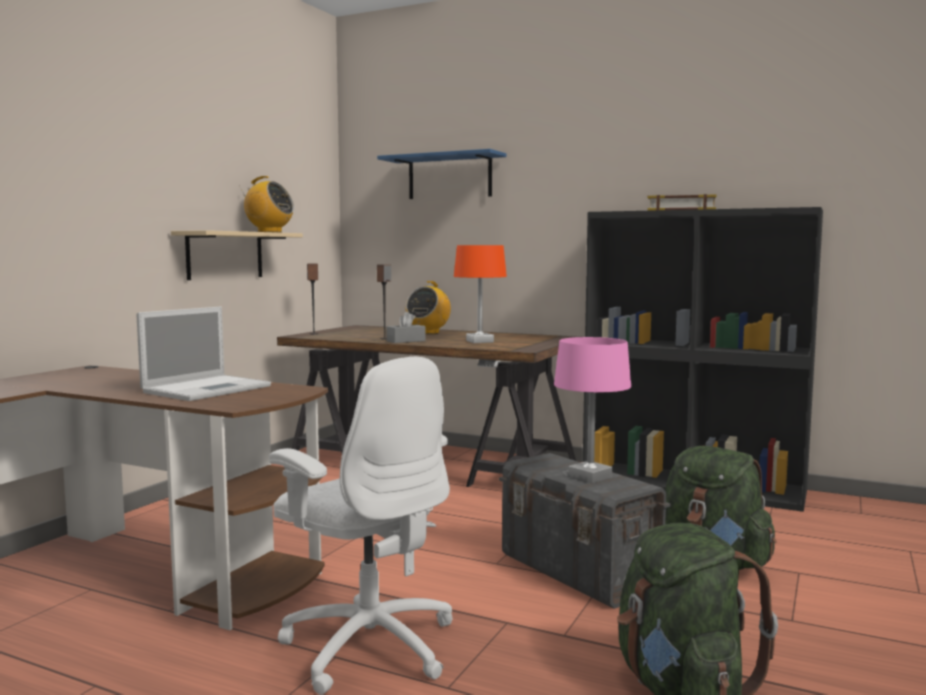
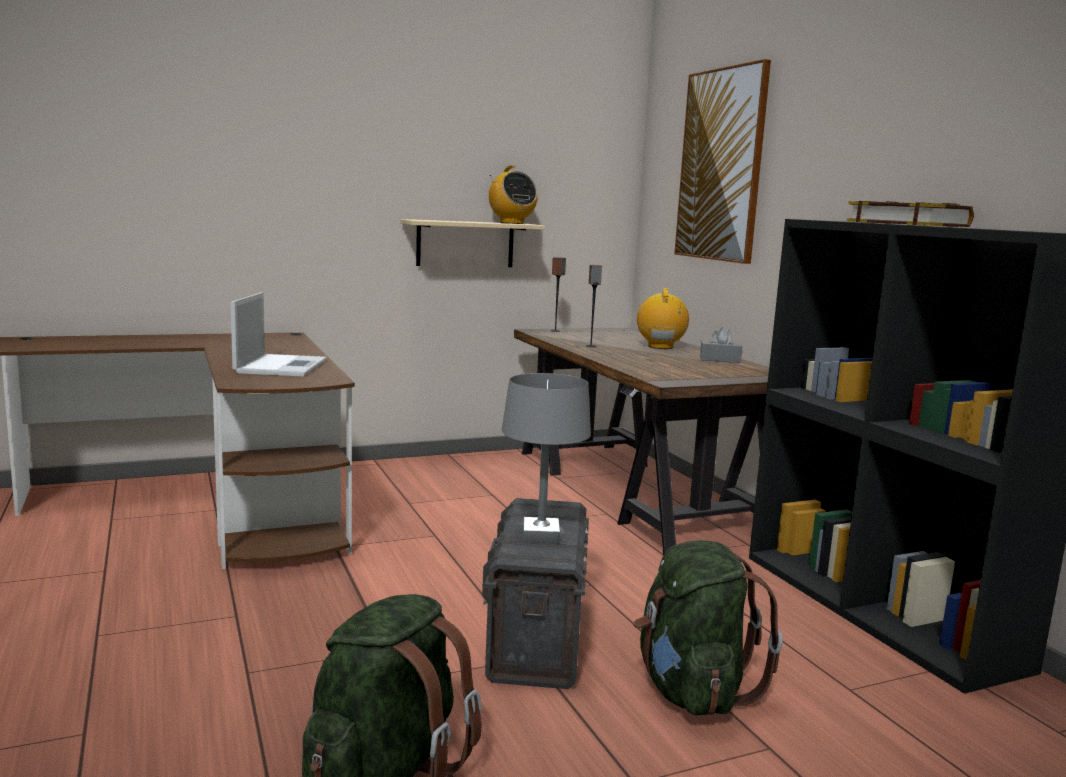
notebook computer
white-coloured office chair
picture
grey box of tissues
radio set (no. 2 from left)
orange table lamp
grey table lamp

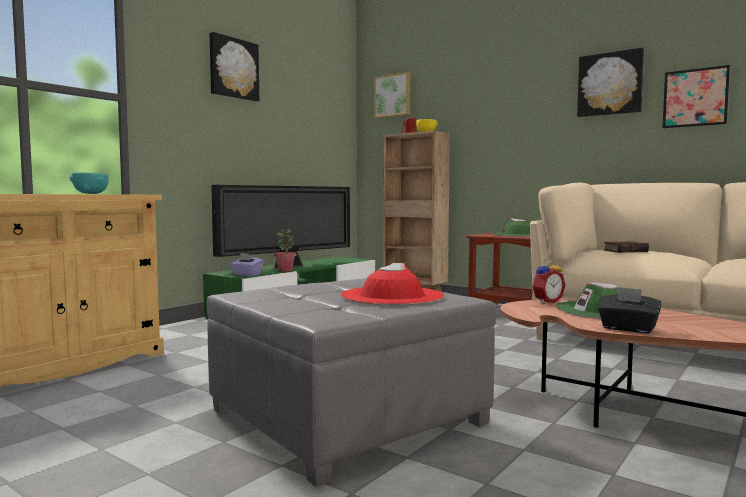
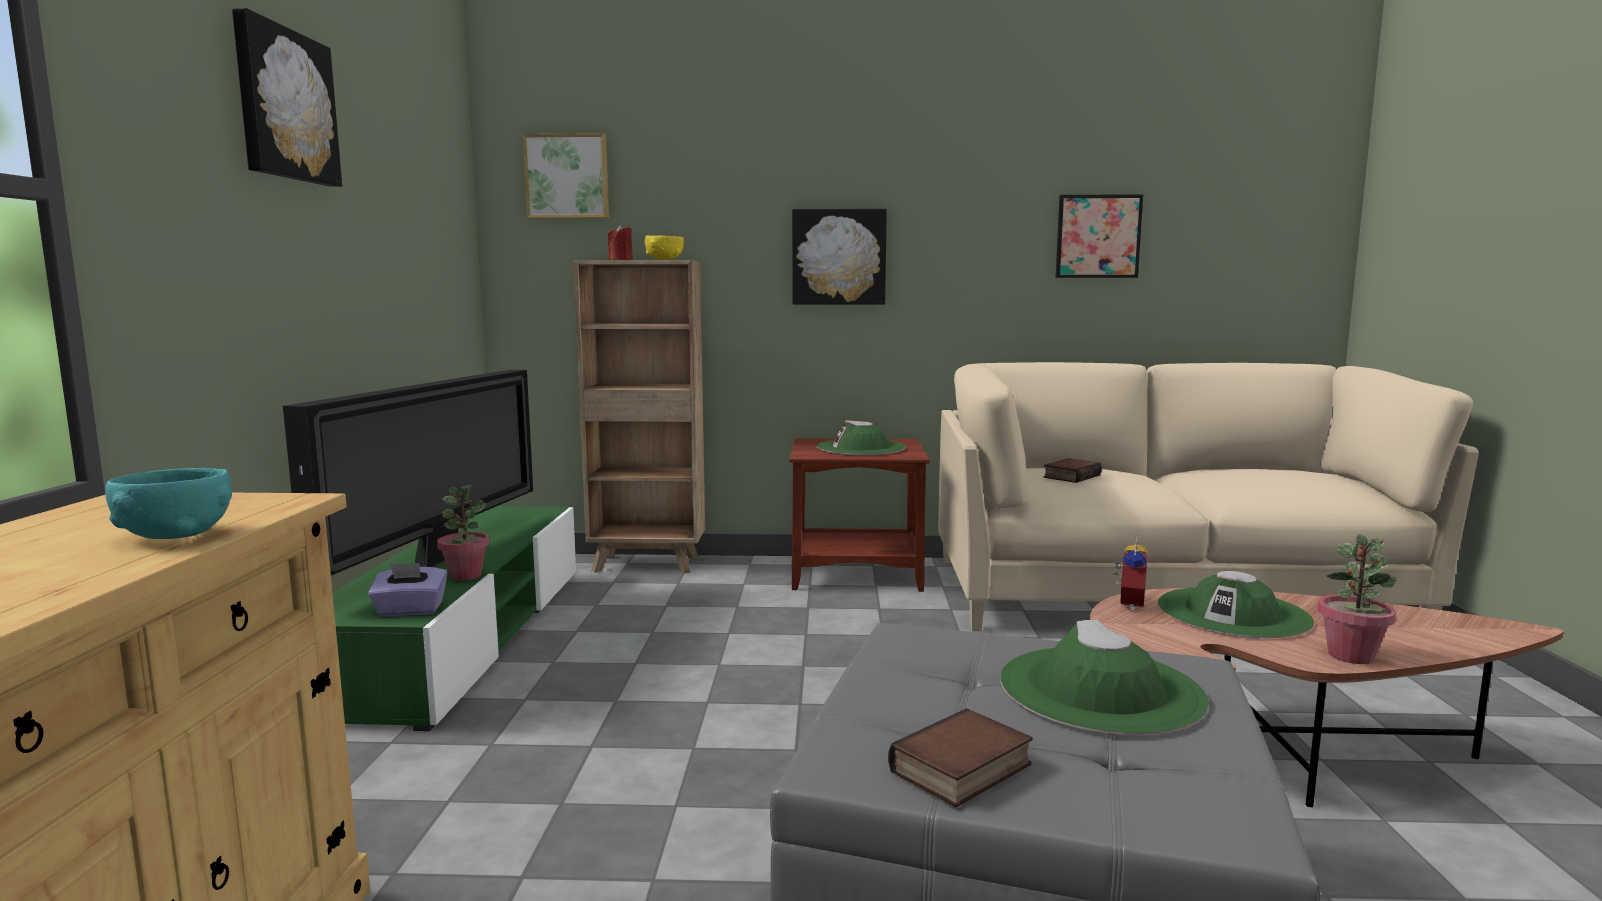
greenish clothing hat (no. 2 from left)
picture (no. 3 from left)
potted plant (no. 2 from left)
volume (no. 1 from left)

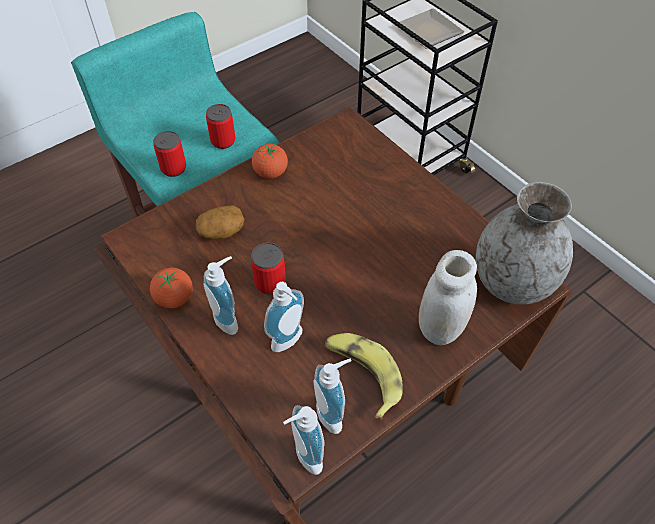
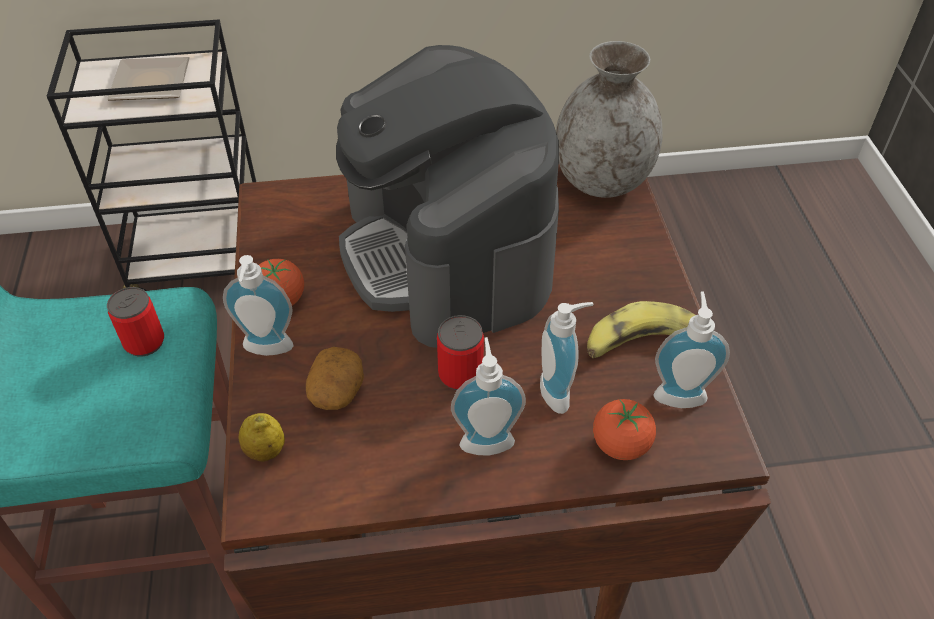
whole tomato (no. 2 from left)
metal can (no. 1 from left in the first image)
soap bottle (no. 1 from left)
white-coloured jar
lemon
coffee machine

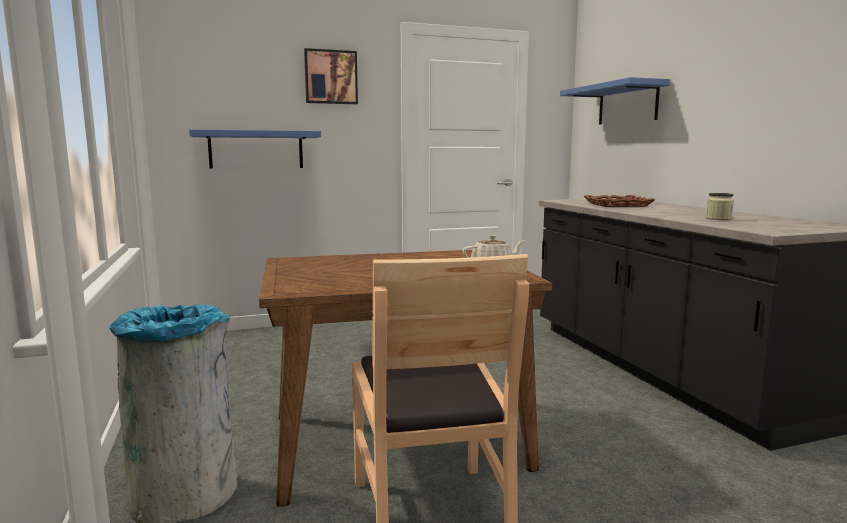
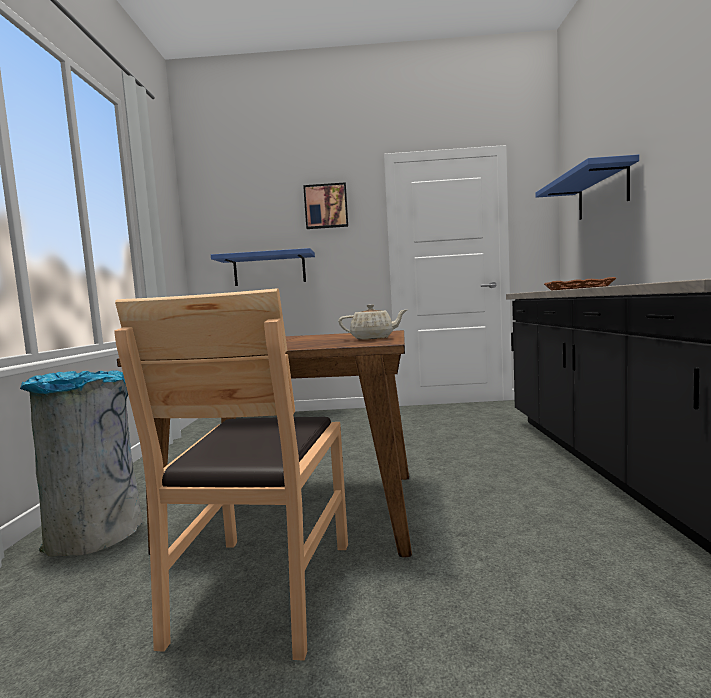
jar

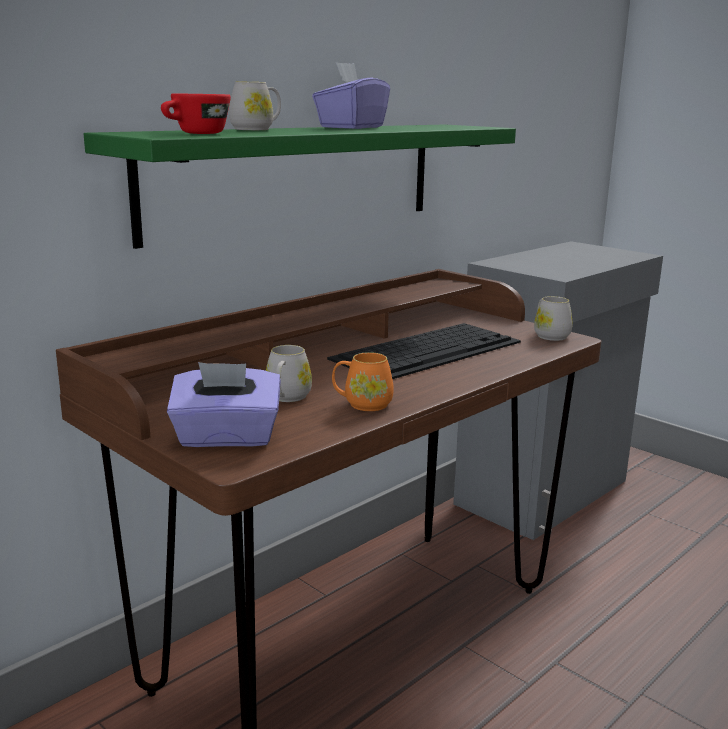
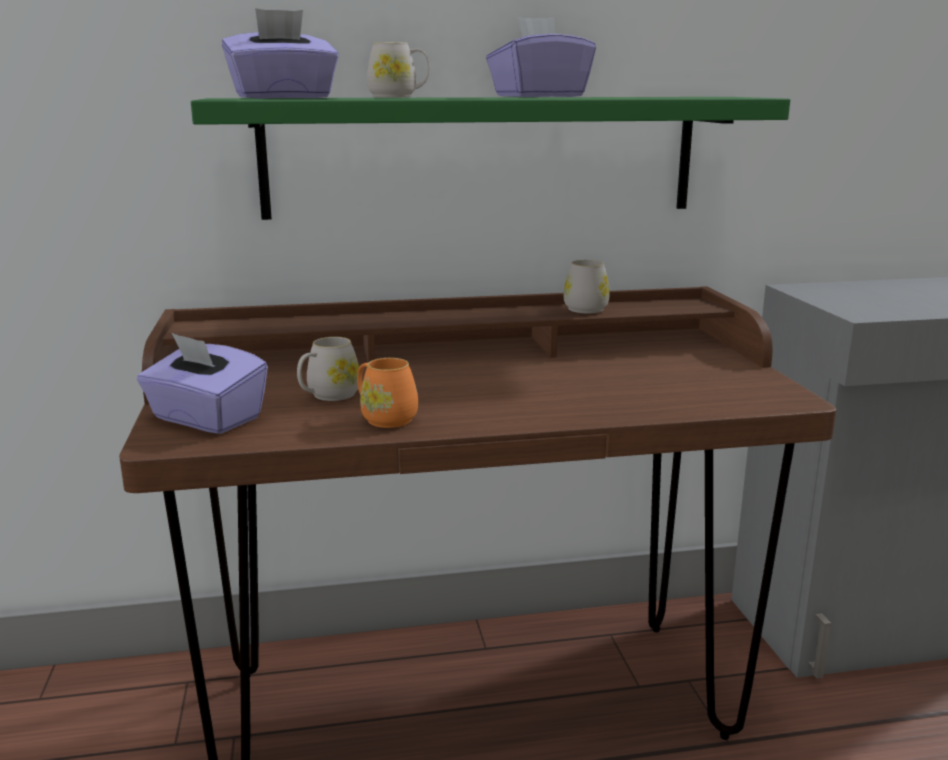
purplish box of tissues (no. 2 from left)
computer keyboard
white-coloured coffee mug (no. 3 from left)

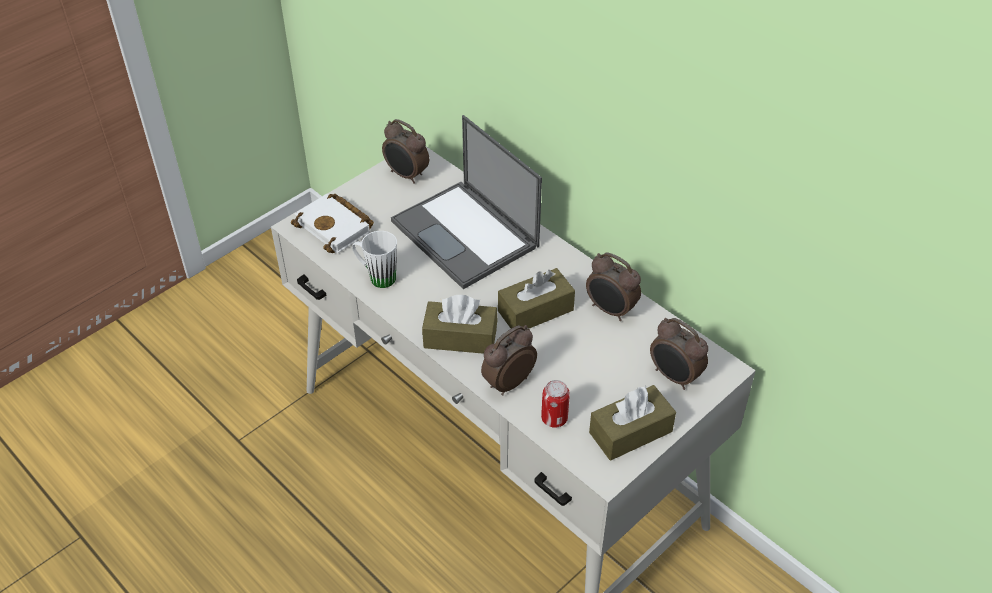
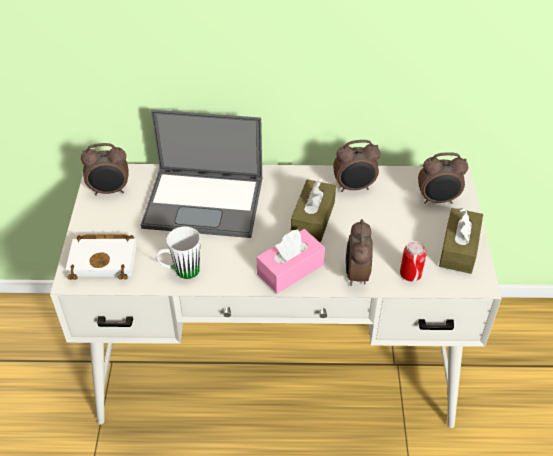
pinkish box of tissues

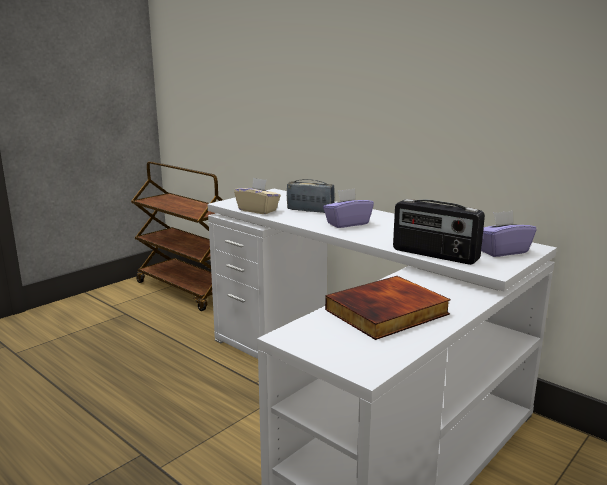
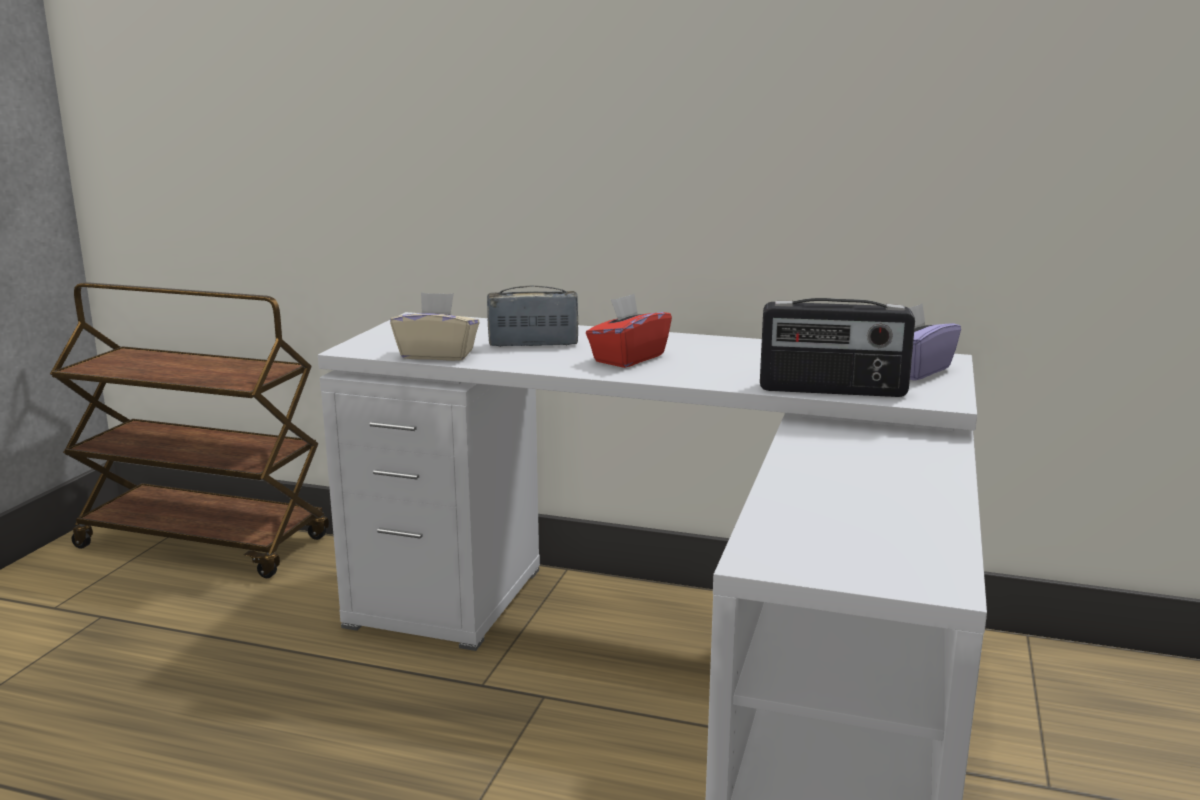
reddish box of tissues
volume

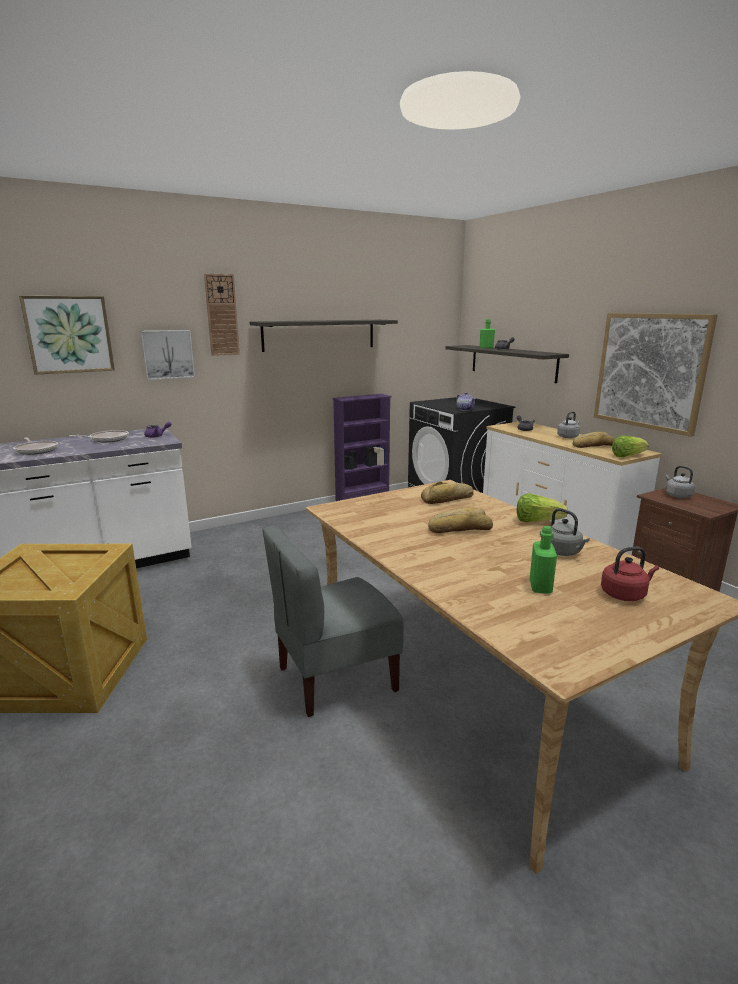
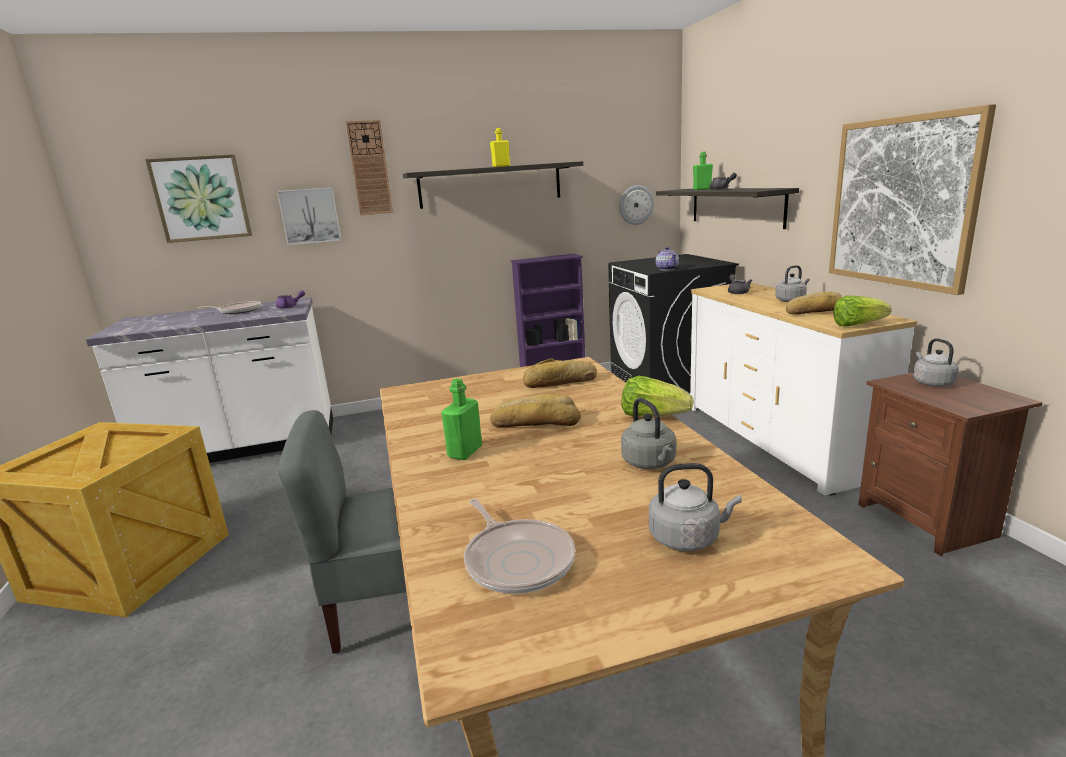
skillet (no. 2 from left)
greenish drink bottle (no. 1 from left)
grey water kettle (no. 2 from left)
yellow drink bottle
hanging clock (no. 2 from left)

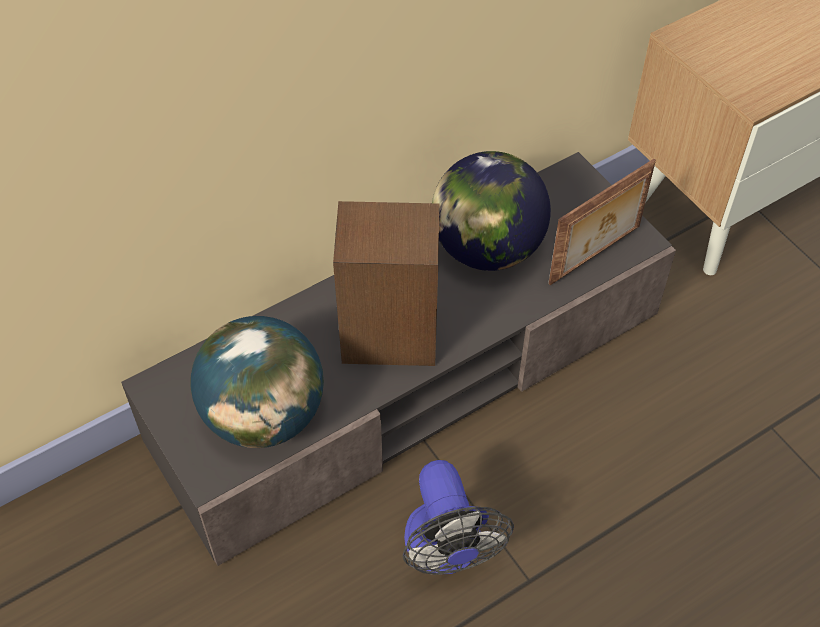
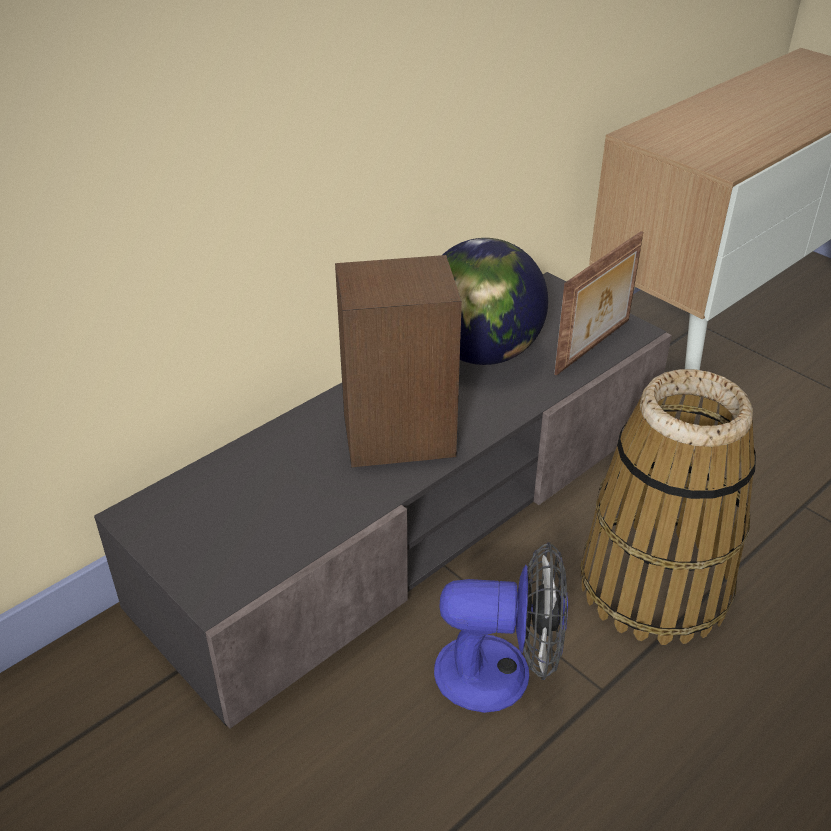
desk globe (no. 1 from left in the first image)
fan
household basket

